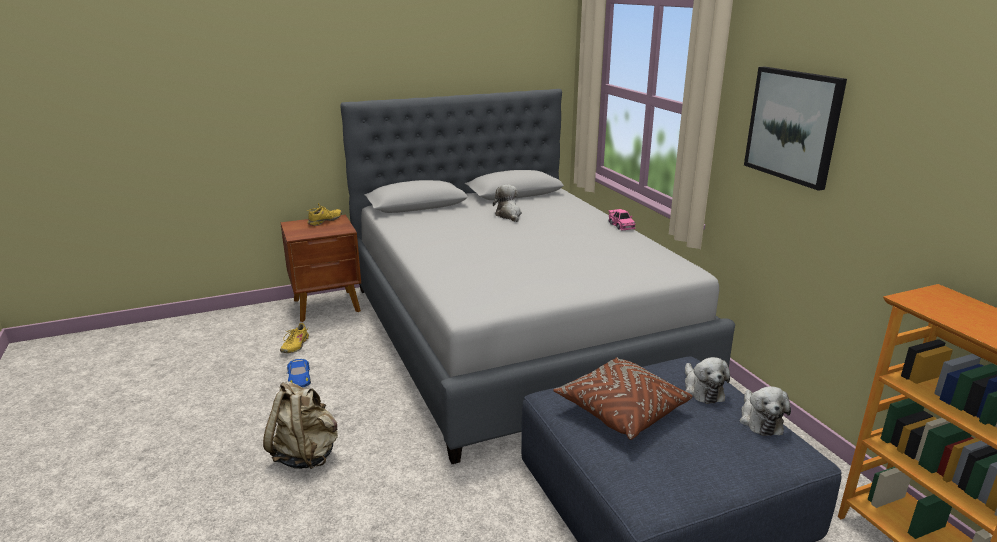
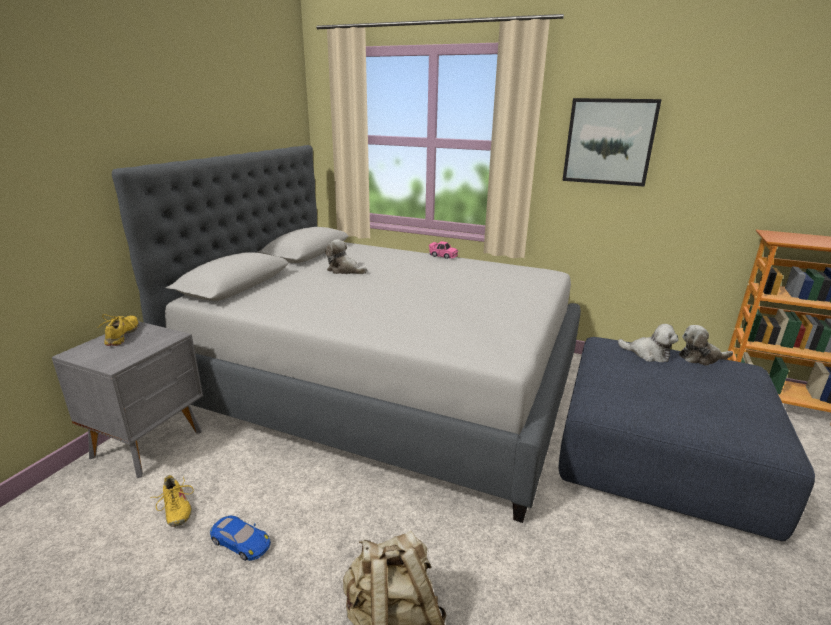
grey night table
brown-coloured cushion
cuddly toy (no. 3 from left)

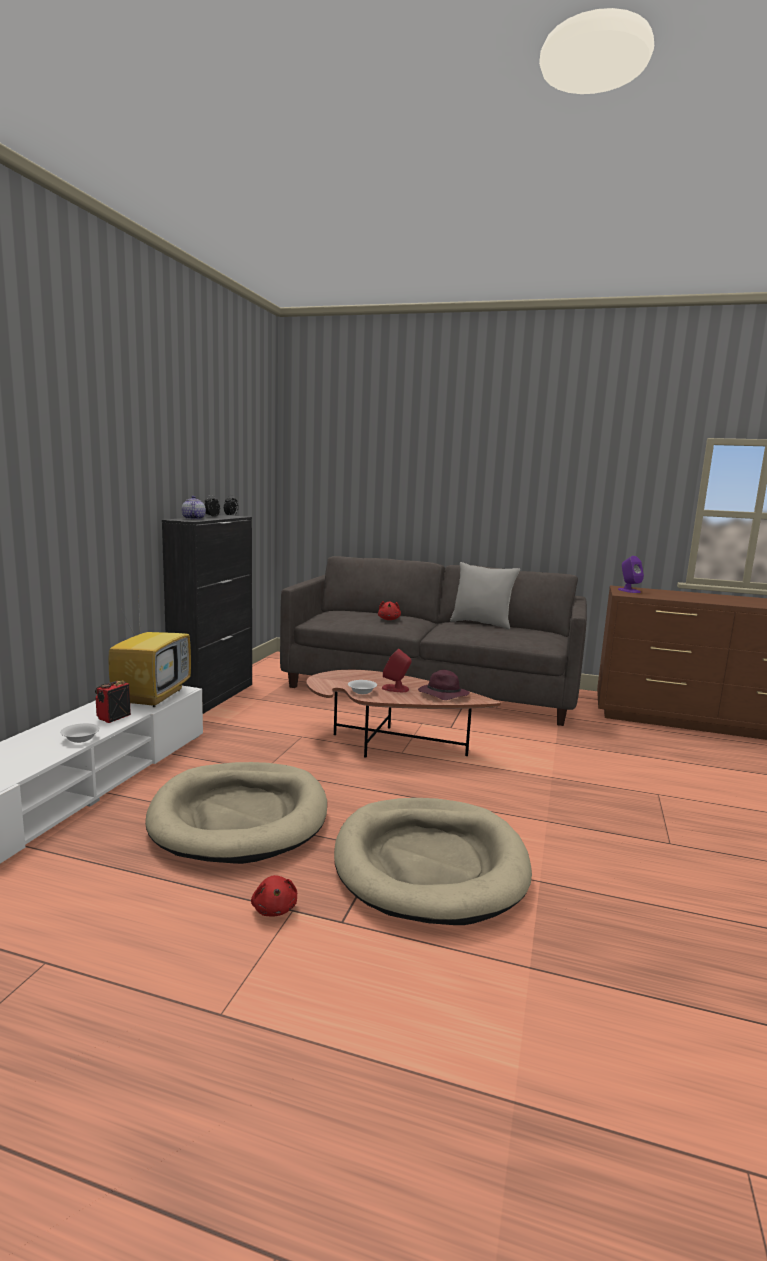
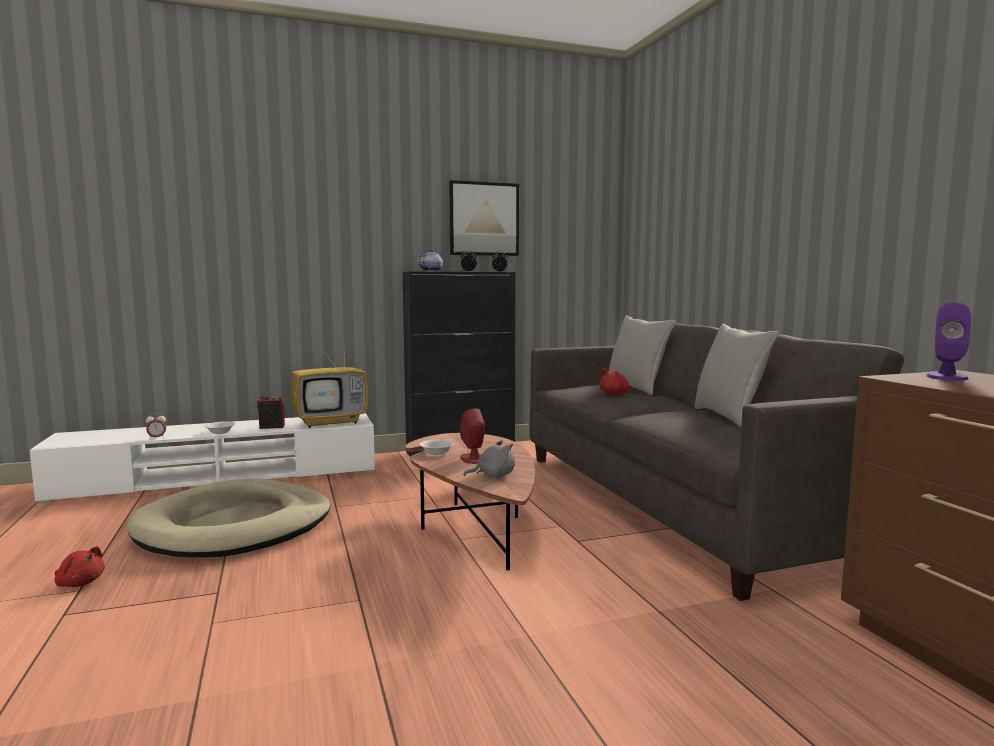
reddish cuddly toy (no. 1 from left)
beige dog cushion (no. 2 from left in the first image)
grey cuddly toy
bedside clock (no. 1 from left)
picture
grey cushion (no. 1 from left)

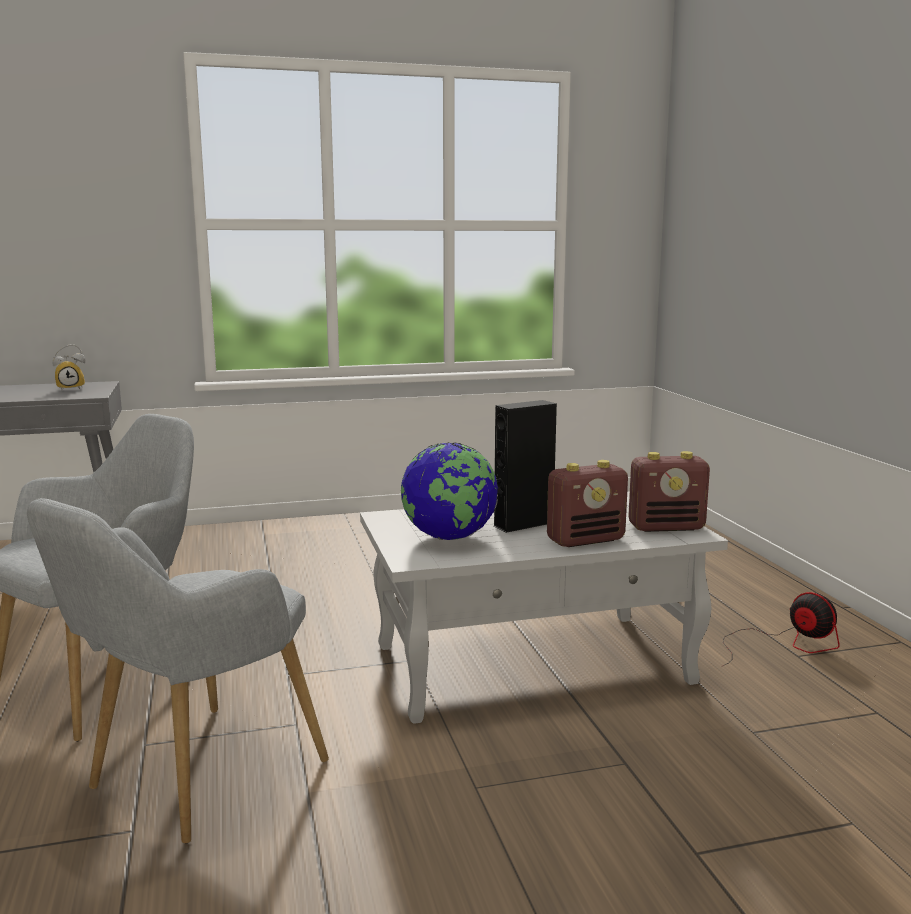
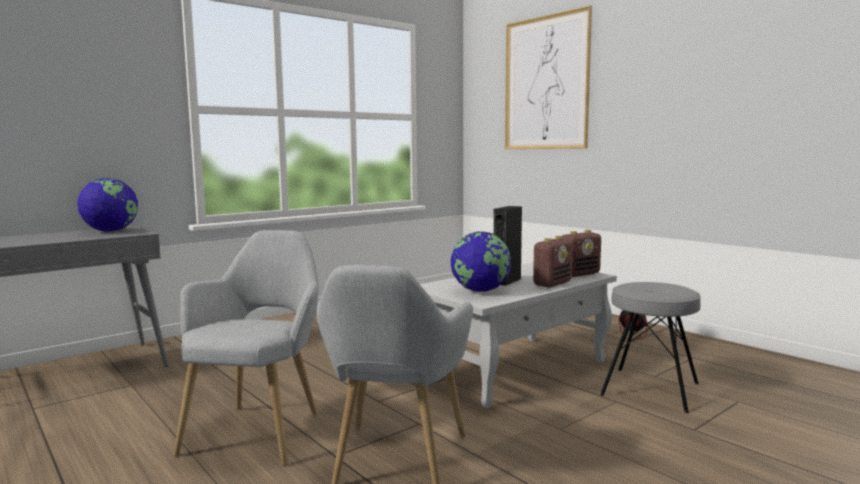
desk globe (no. 1 from left)
picture
grey stool

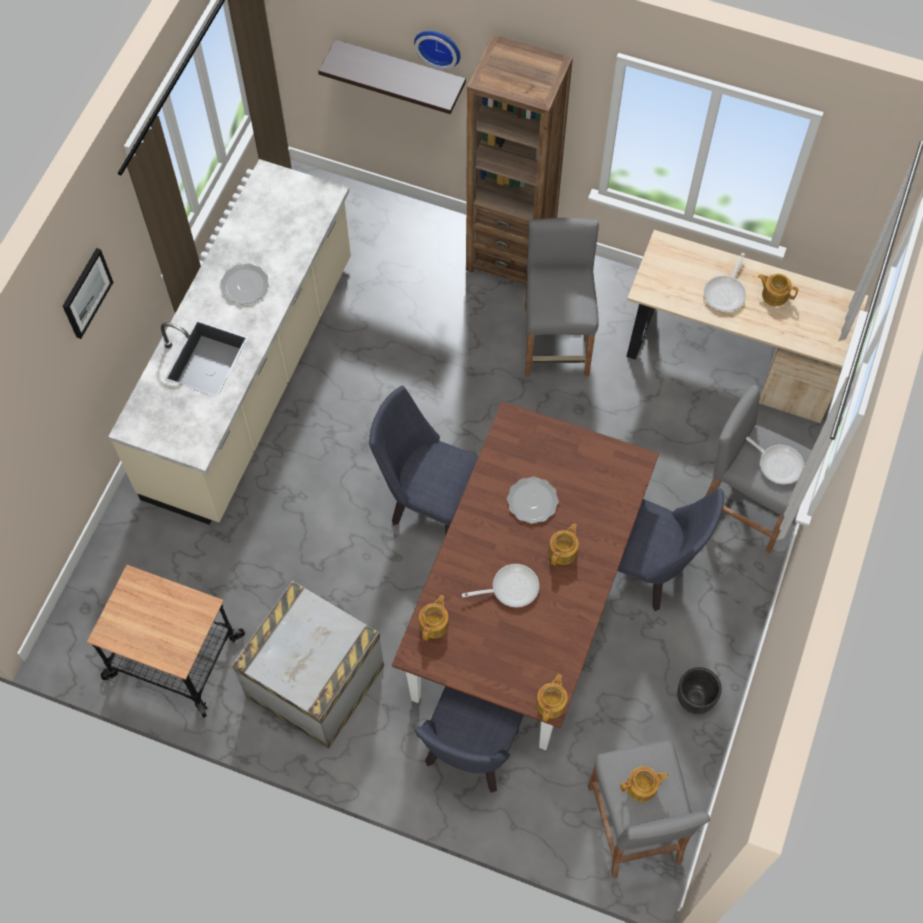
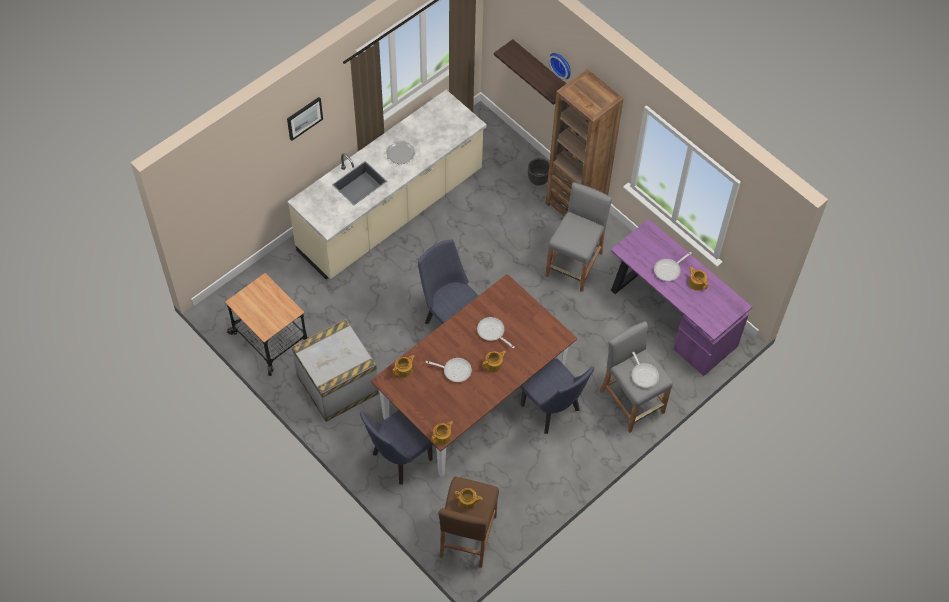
skillet (no. 2 from left)
brown-coloured stool
purplish desk
blackish planter

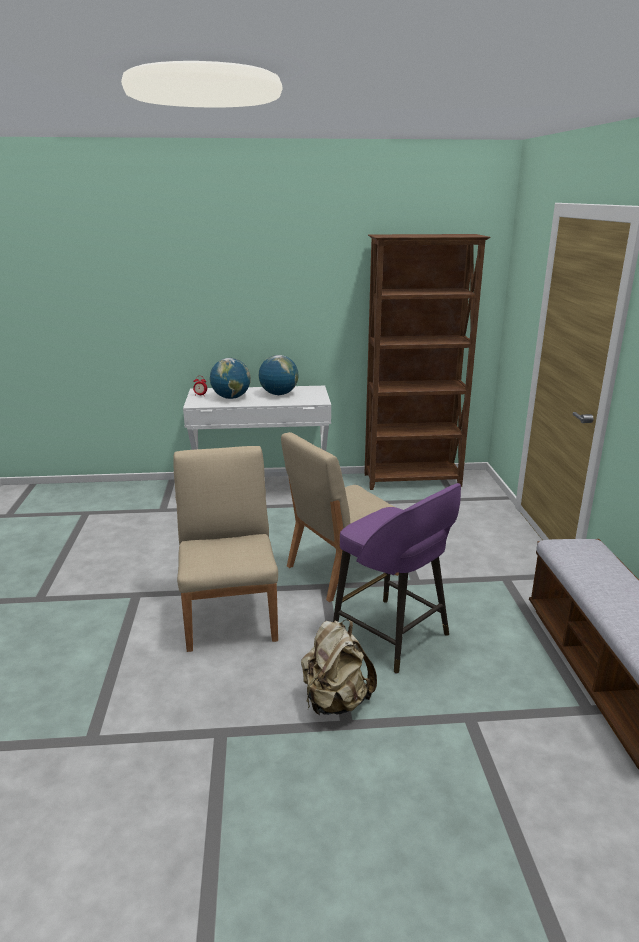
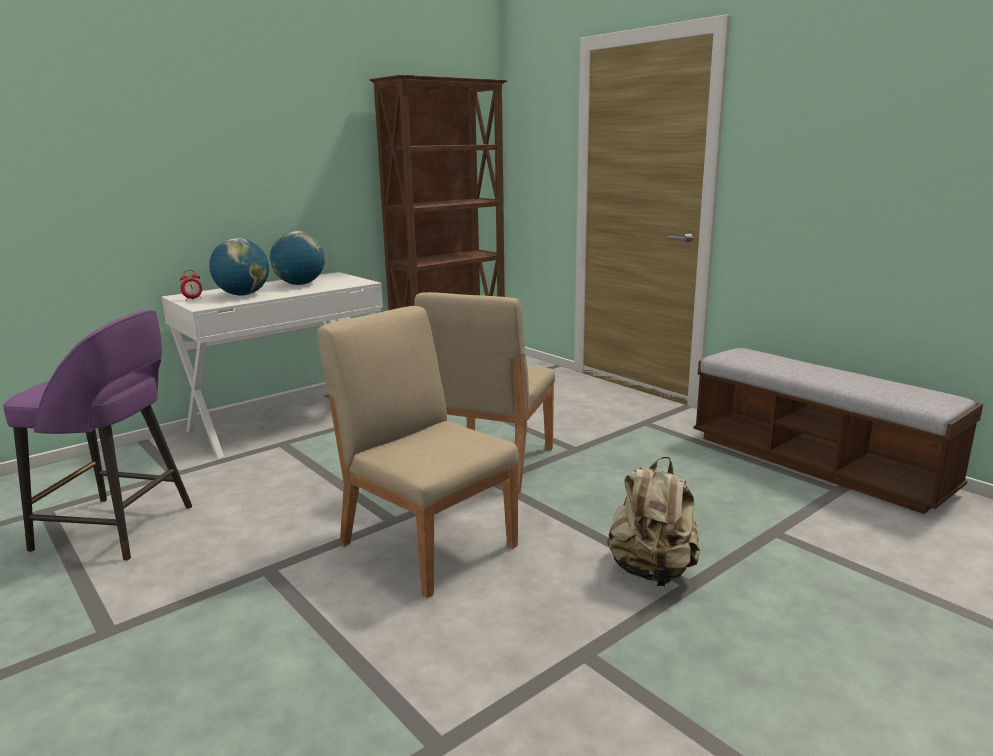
purplish stool

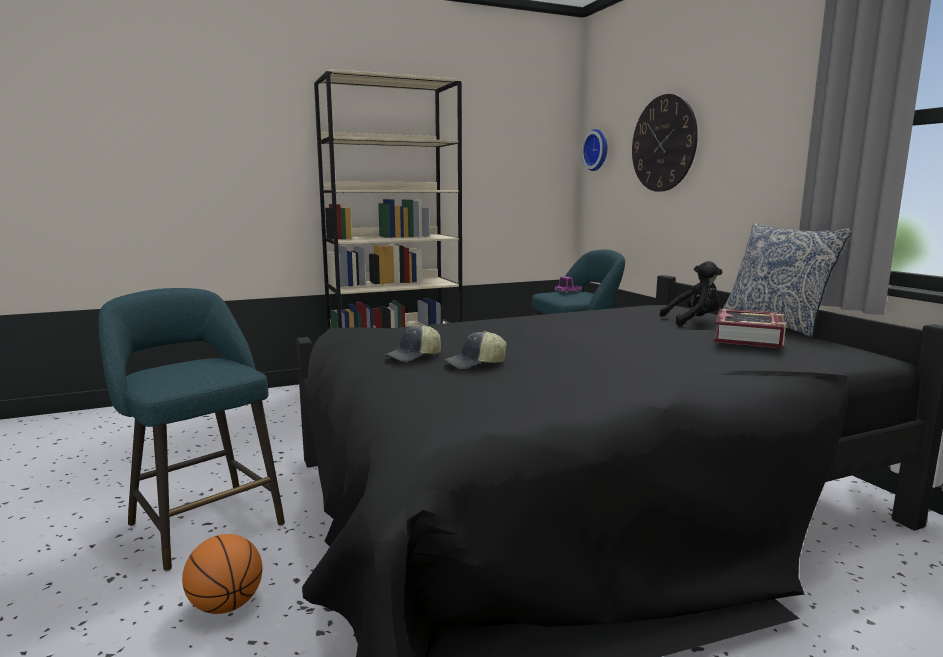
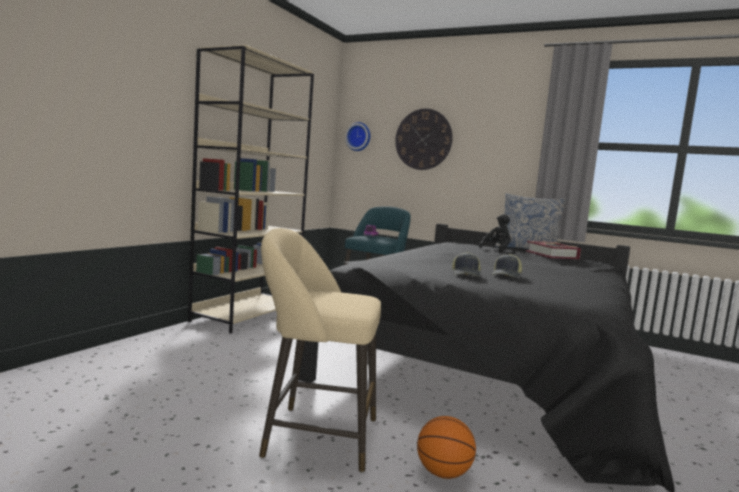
beige stool

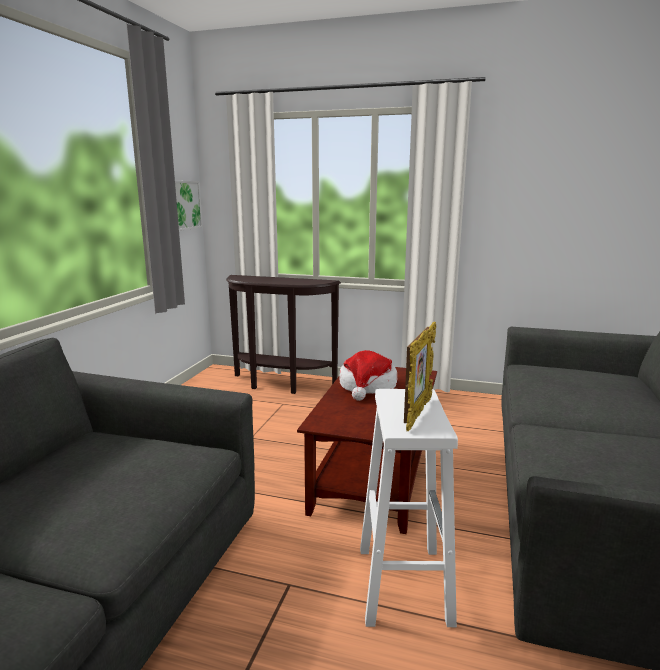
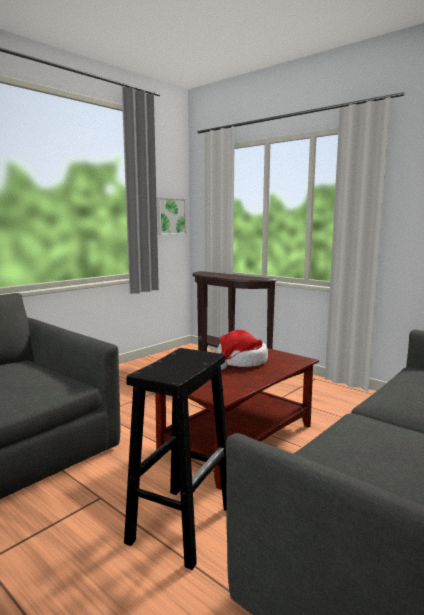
blackish stool
picture frame

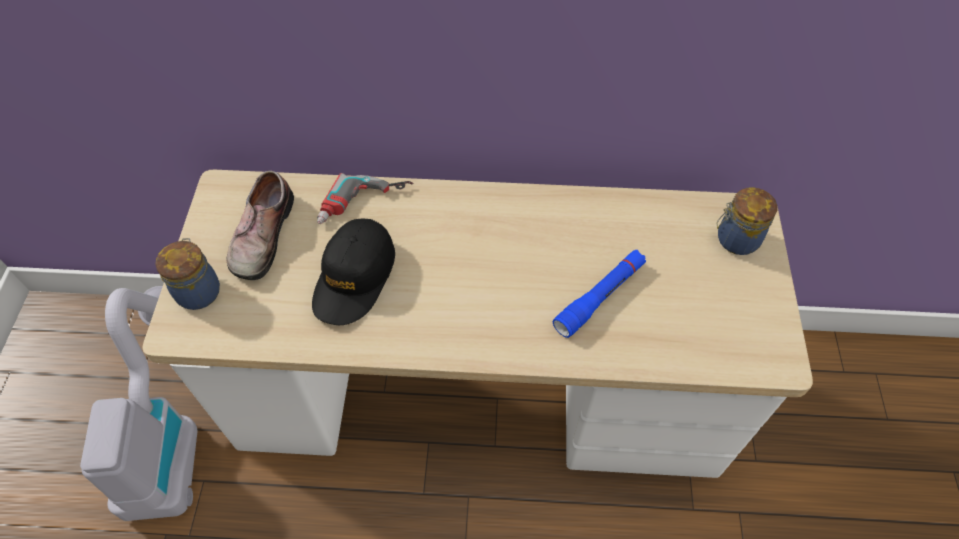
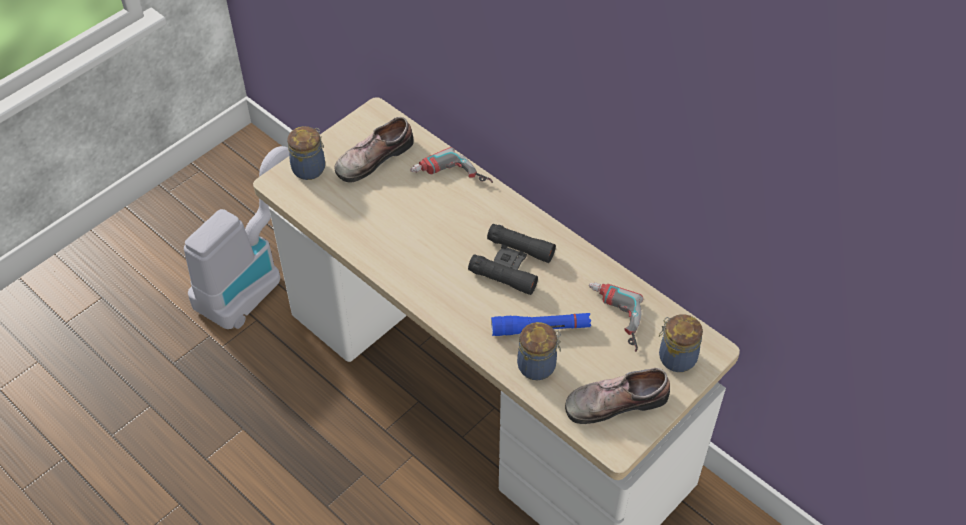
blackish baseball cap
blackish binoculars
jar (no. 2 from left)
low shoe (no. 2 from left)
electric drill (no. 2 from left)

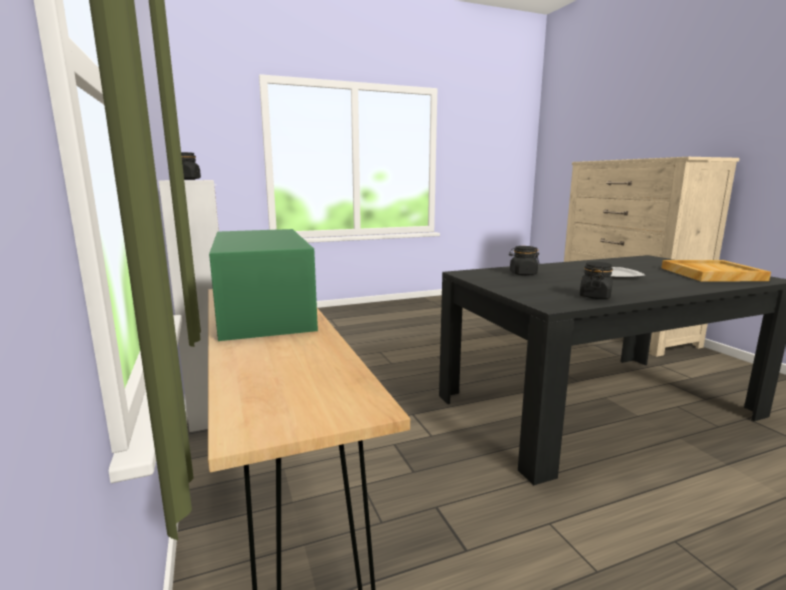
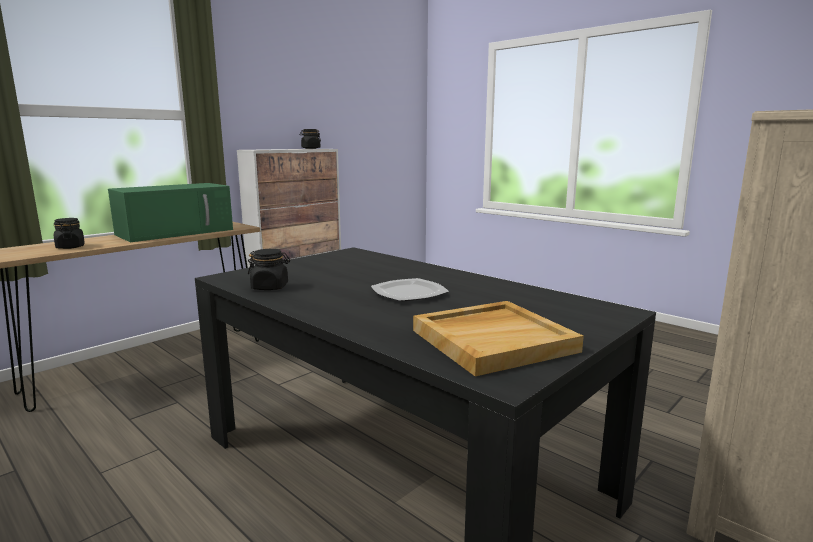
blackish jar (no. 1 from left)

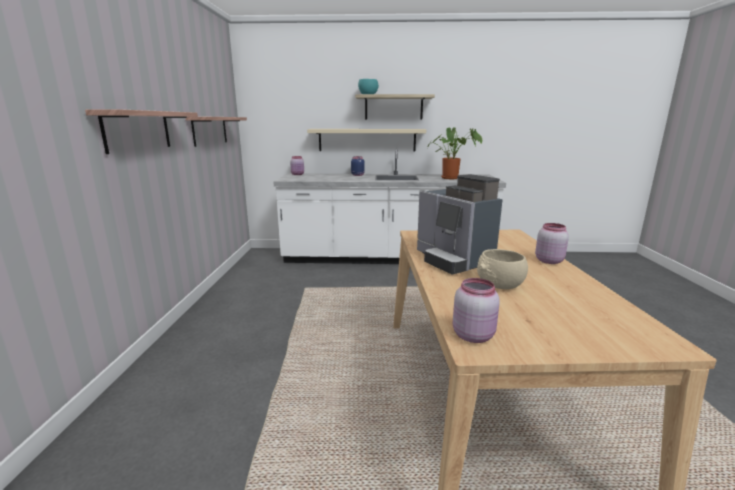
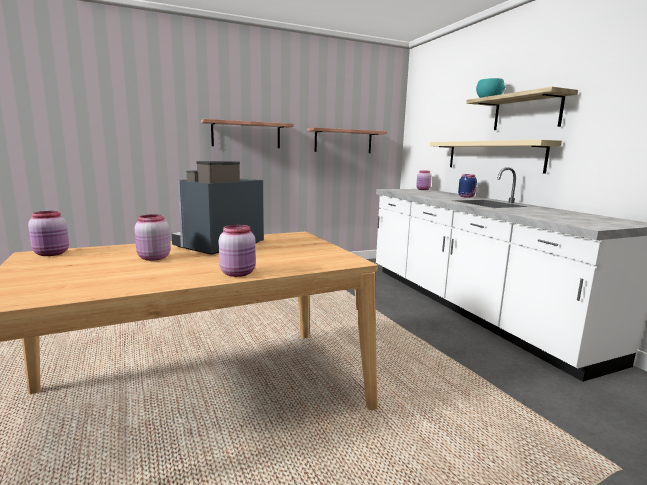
potted plant
pinkish jar (no. 2 from left)

